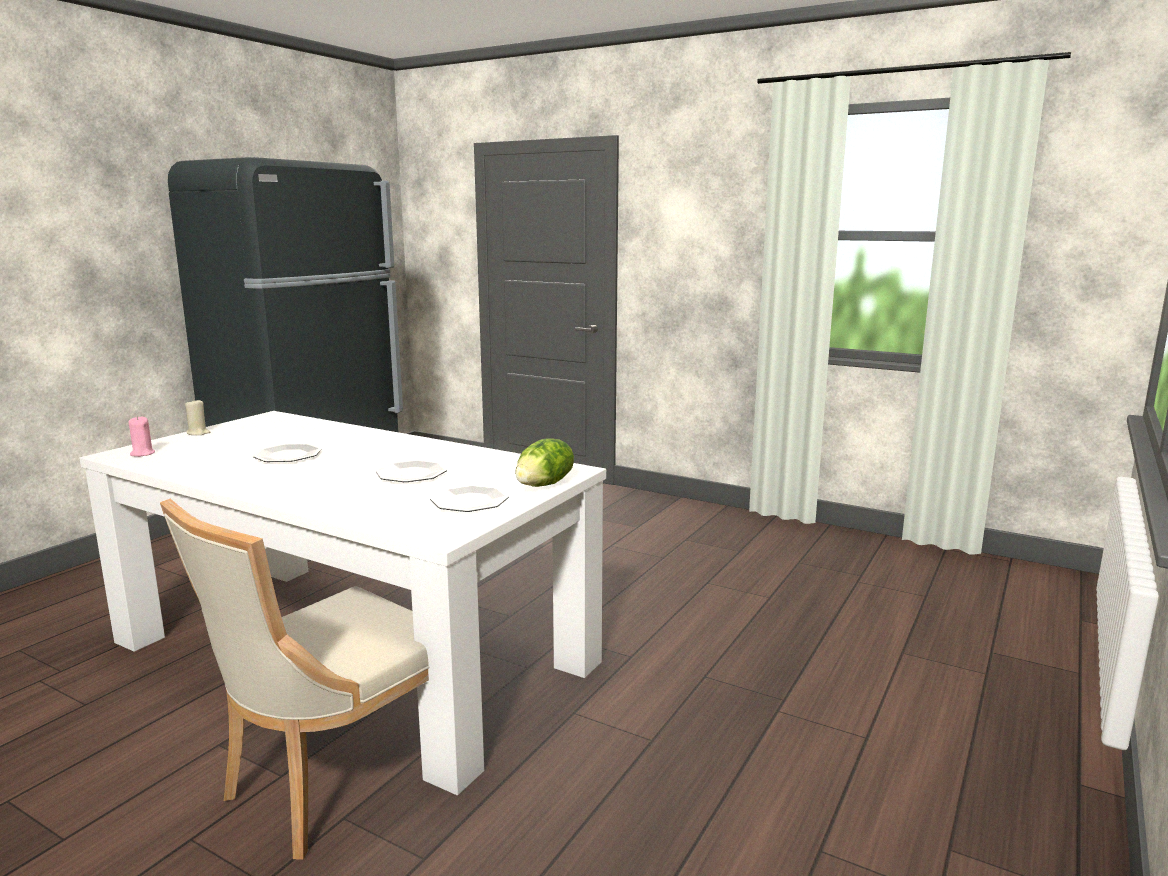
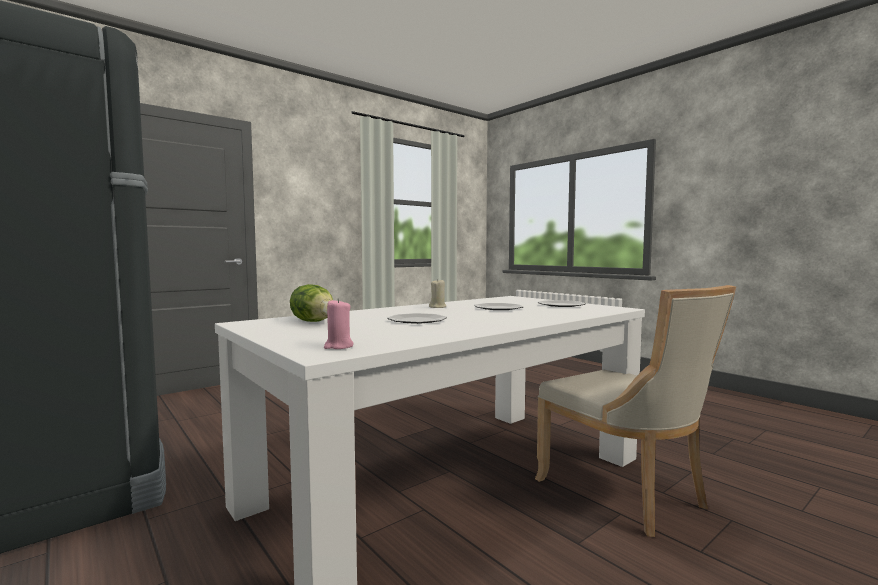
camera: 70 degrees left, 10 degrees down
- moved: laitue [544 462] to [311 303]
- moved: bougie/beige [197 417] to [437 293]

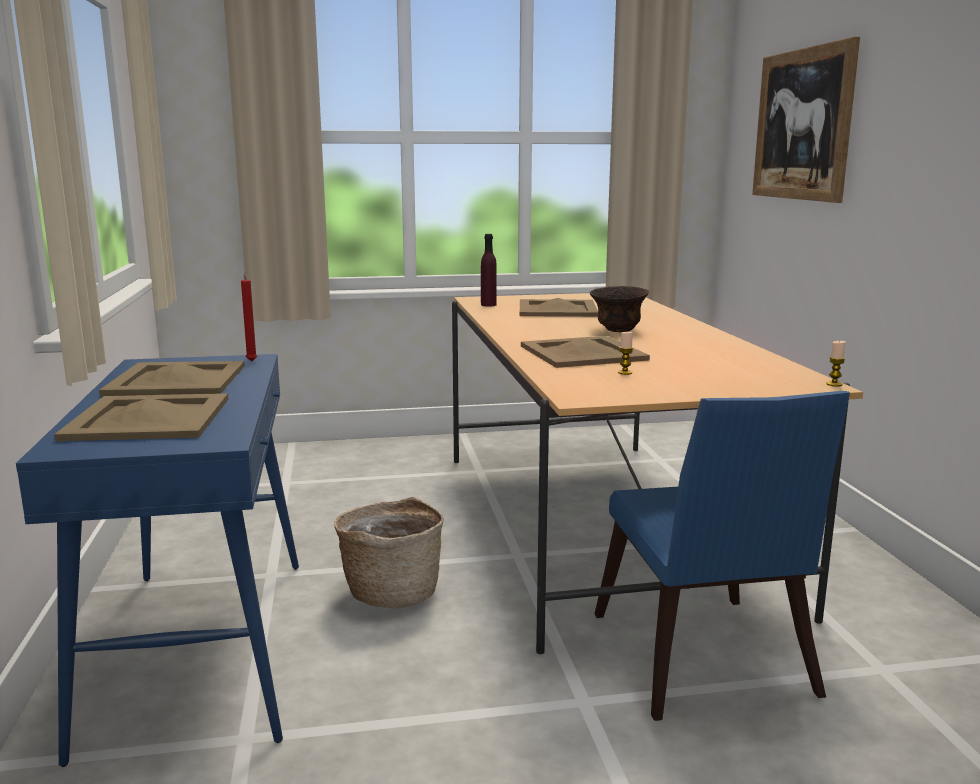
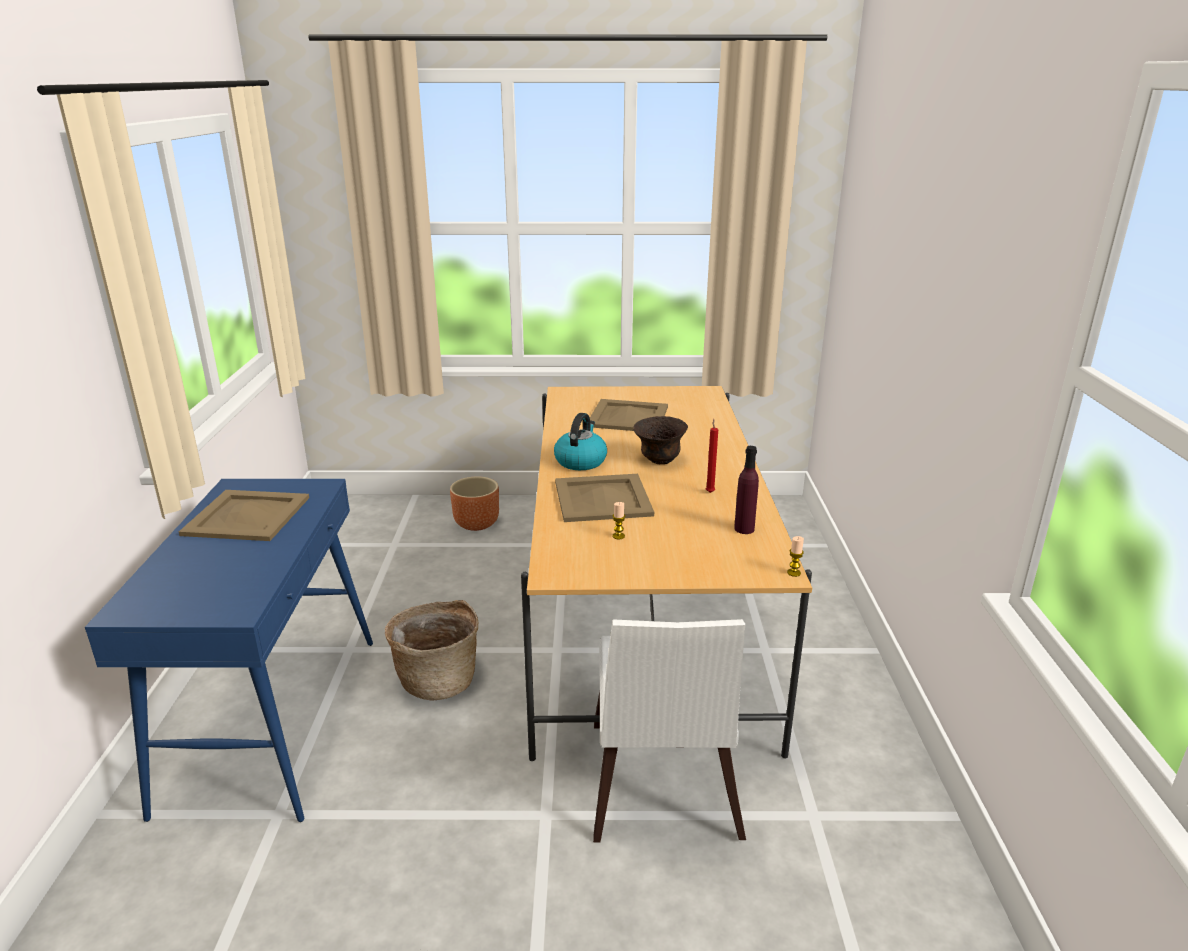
camera: 10 degrees right, 10 degrees up
- added: cache-pot/marron [474 504]
- added: bouilloire [580 441]
- recoloured: chaise/bleu [722 556] to chaise/blanc [669 731]
- moved: bougie/rouge [249 315] to [712 456]
- moved: bouteille/violet [489 270] to [746 490]
- removed: plateau/beige [141 417]
- removed: tableau [806 120]

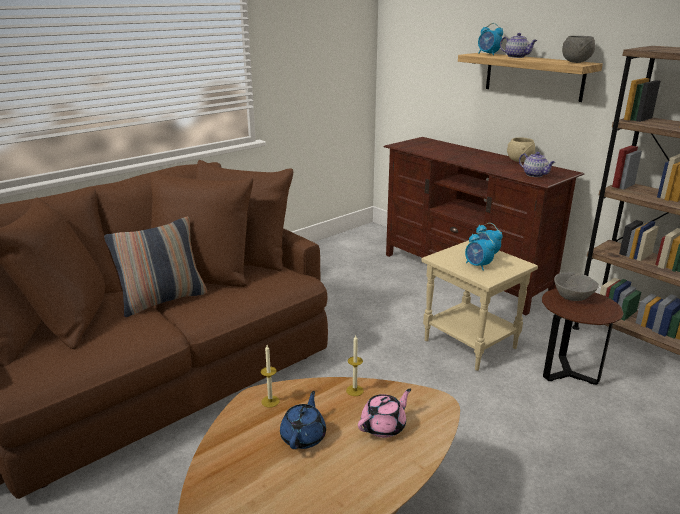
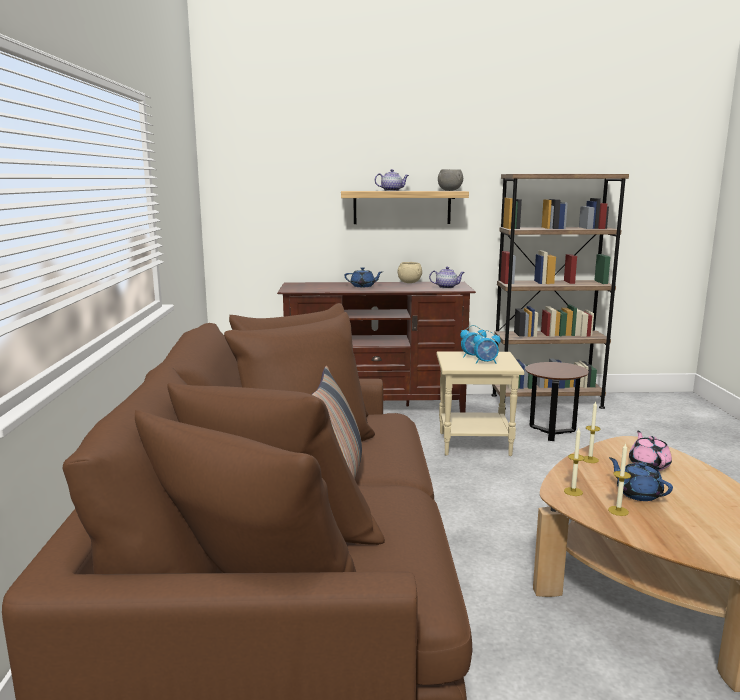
camera: 50 degrees left, 10 degrees down
- added: théière/bleu [363 277]
- added: bougie [619 479]
- removed: réveil [490 39]
- removed: bol/gris [576 286]

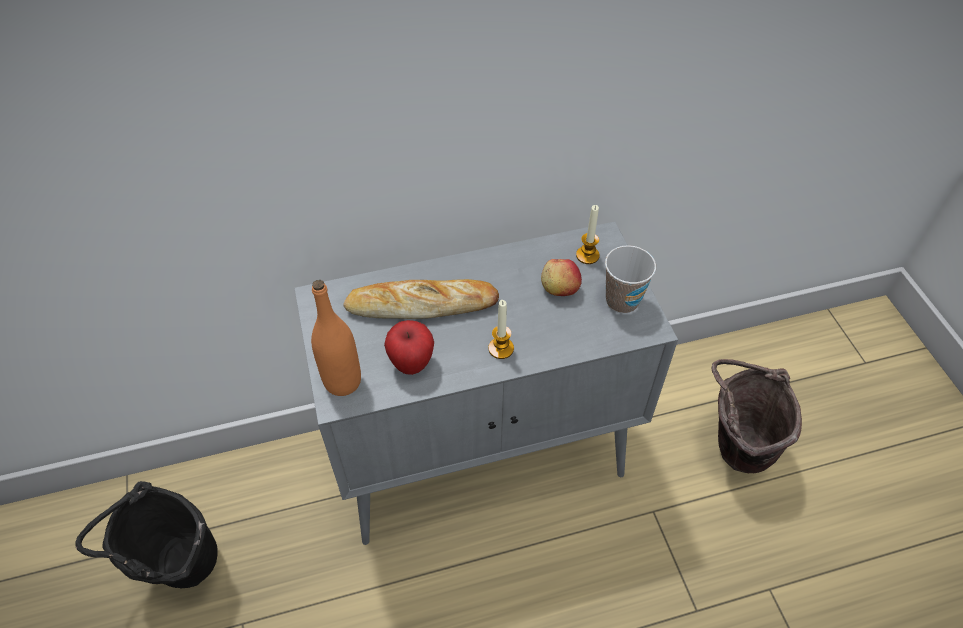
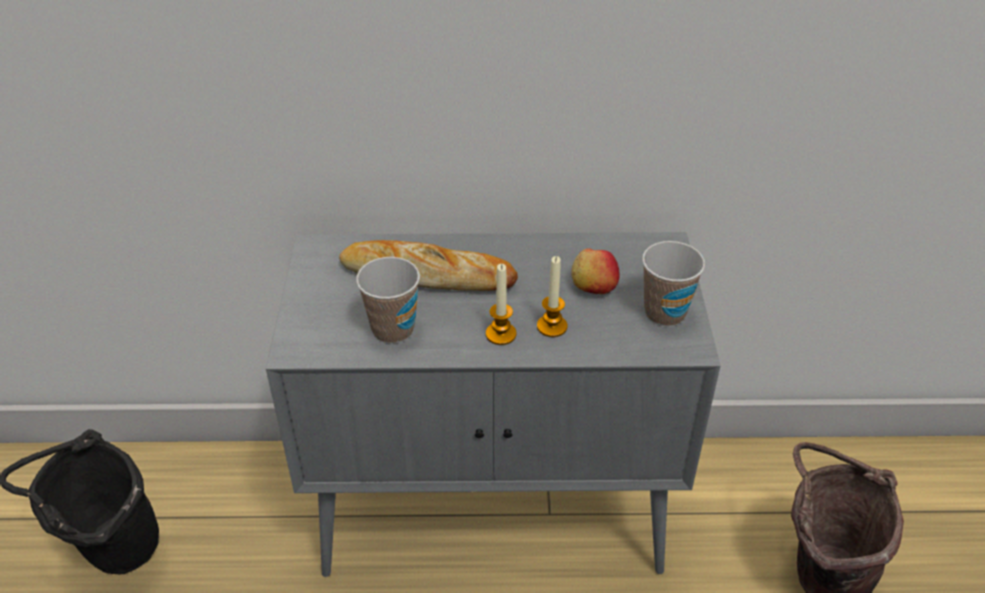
camera: 15 degrees right, 10 degrees down
- replaced: pomme [409 347] to tasse [388 300]
- moved: bougie [588 234] to [552 296]
- removed: bouteille/orange [336 338]

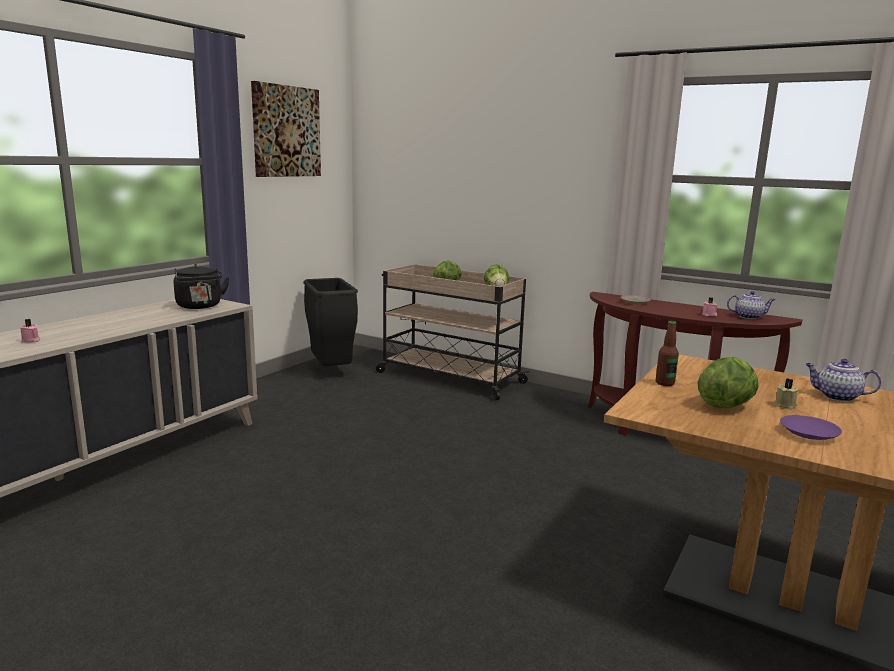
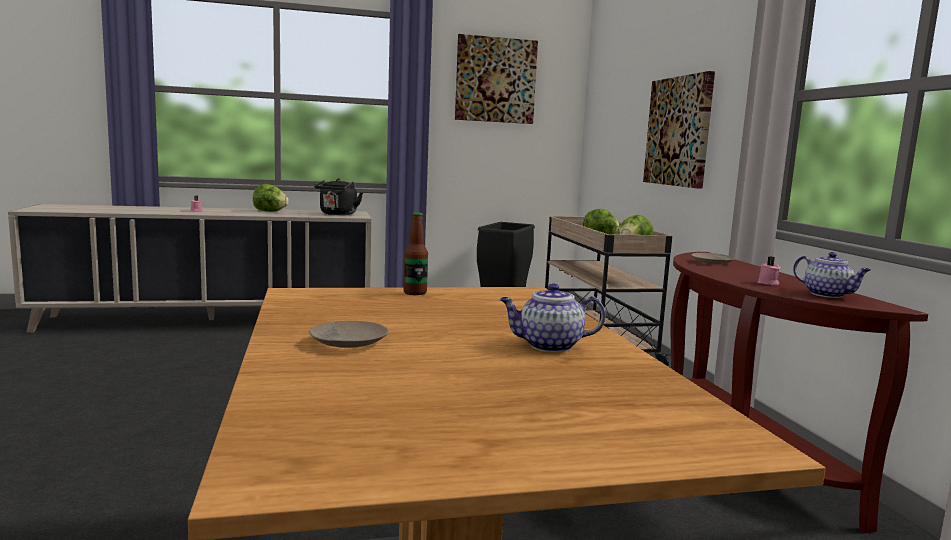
camera: 45 degrees right, 5 degrees down
- moved: laitue [728 383] to [271 198]
- recoloured: assiette/violet [811 427] to assiette/beige [349 334]
- turned: théière [843 380] = [552 317] 75 degrees counterclockwise
- added: tableau [679 130]
- removed: bougie/beige [786 394]

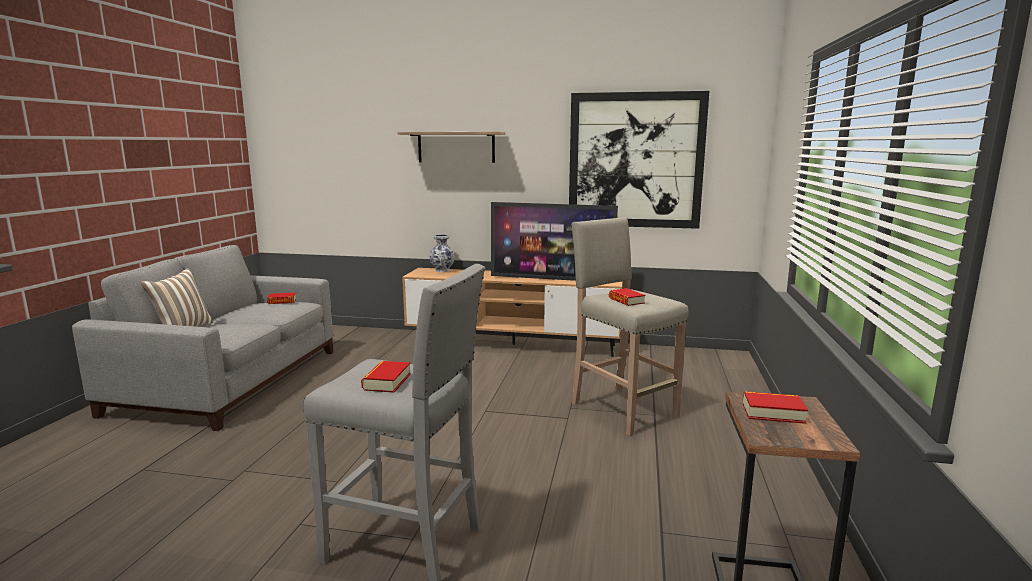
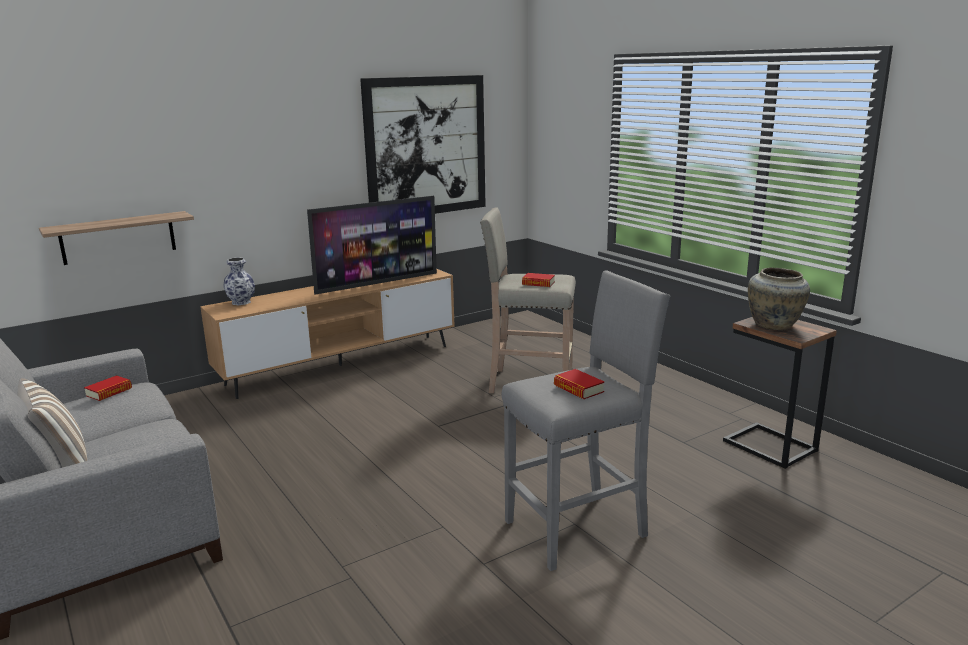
camera: 45 degrees left, 5 degrees up
- moved: étagère [451 147] to [116 238]
- replaced: livre [775 407] to vase/beige [779 299]

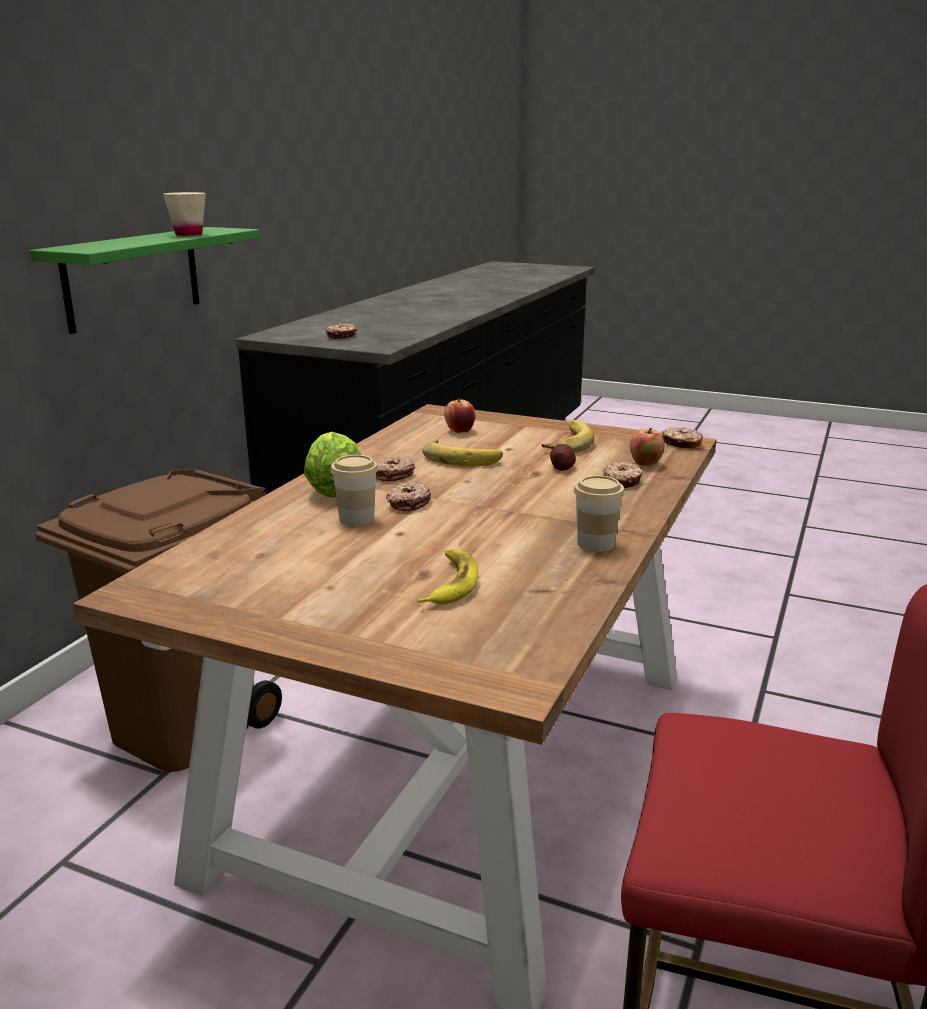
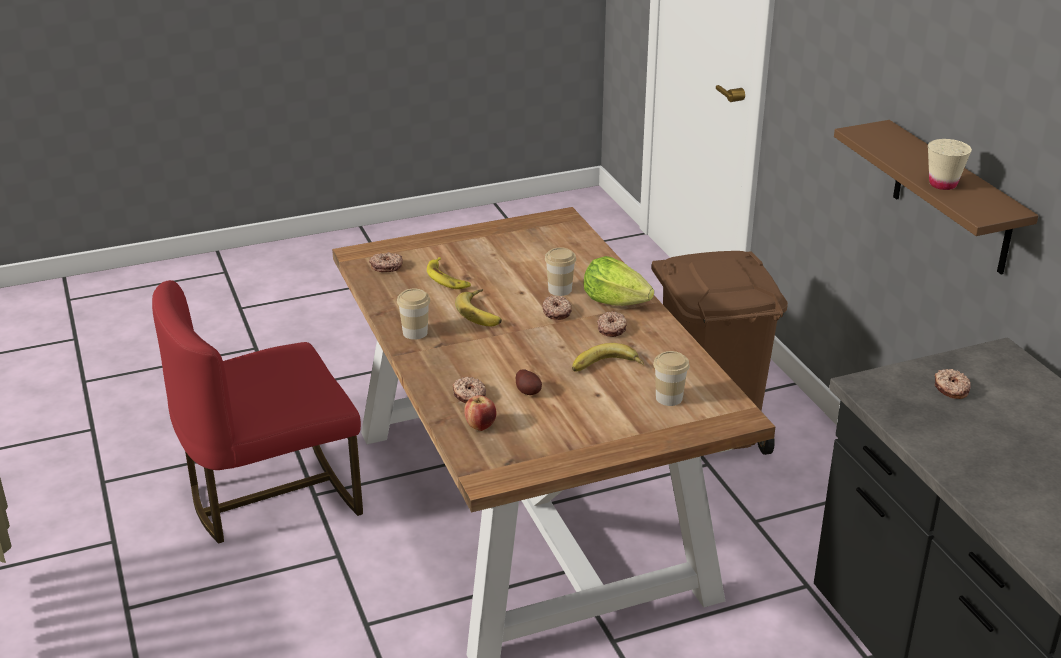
camera: 135 degrees right, 10 degrees up
- moved: beignet [682 438] to [386 262]
- moved: banane [568 436] to [478 308]
- replaced: pomme [460 415] to tasse [671 378]
- recoloured: étagère/vert [145 280] to étagère/marron [936 197]

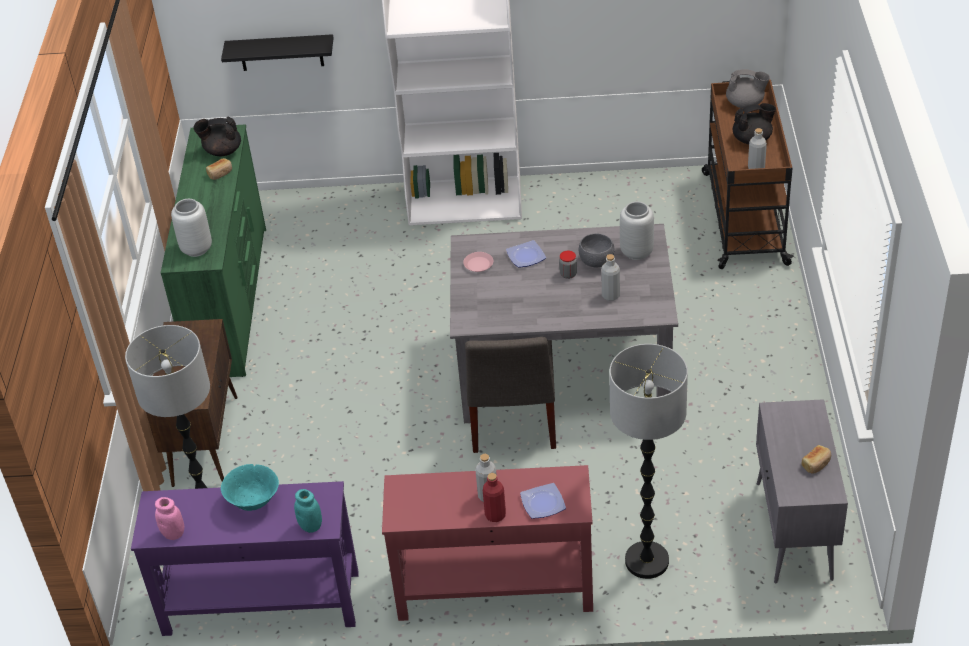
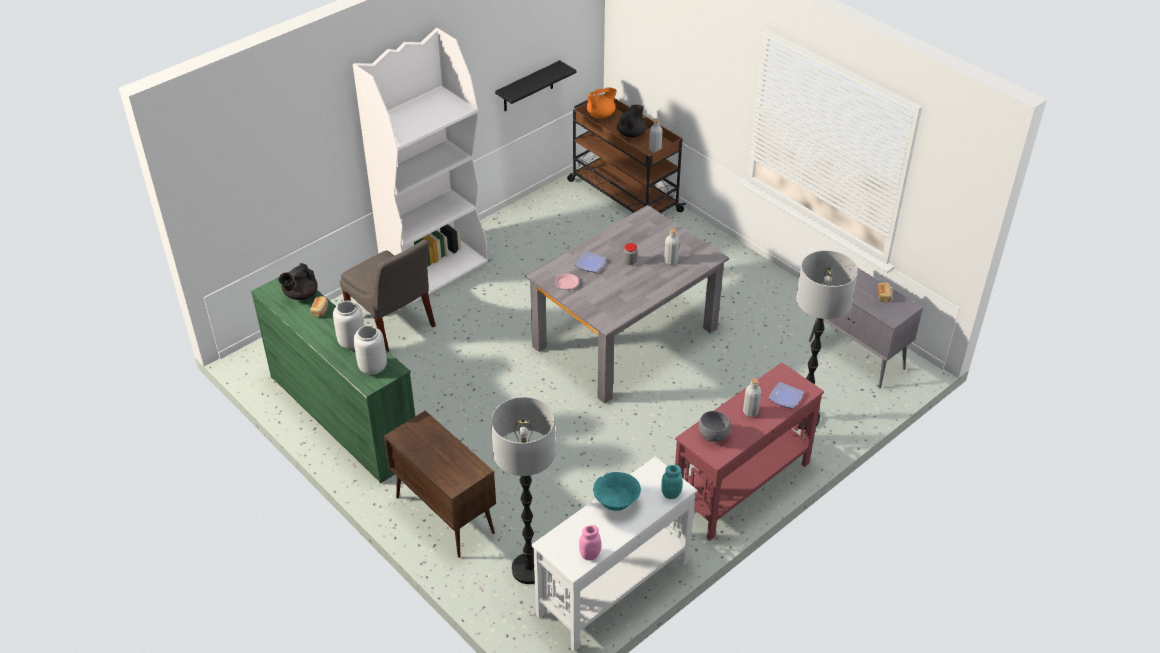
camera: 45 degrees left, 0 degrees up
- moved: vase/gris [637 231] to [349 325]
- moved: chaise/gris [510 395] to [388 295]
- moved: étagère/noir [277 52] to [535 85]
- recoloured: table console/violet [245 558] to table console/blanc [614 554]
- recoloured: théière/gris [748 88] to théière/orange [602 102]
- moved: bol/gris [596 250] to [714 426]
- removed: bouteille/rouge [494 497]

